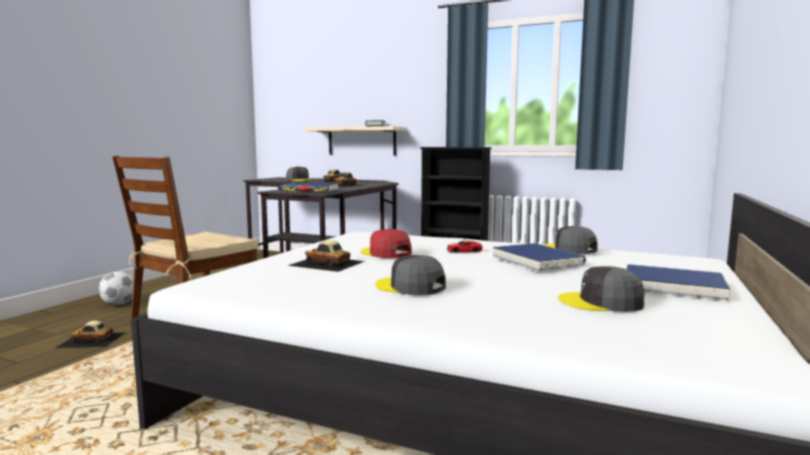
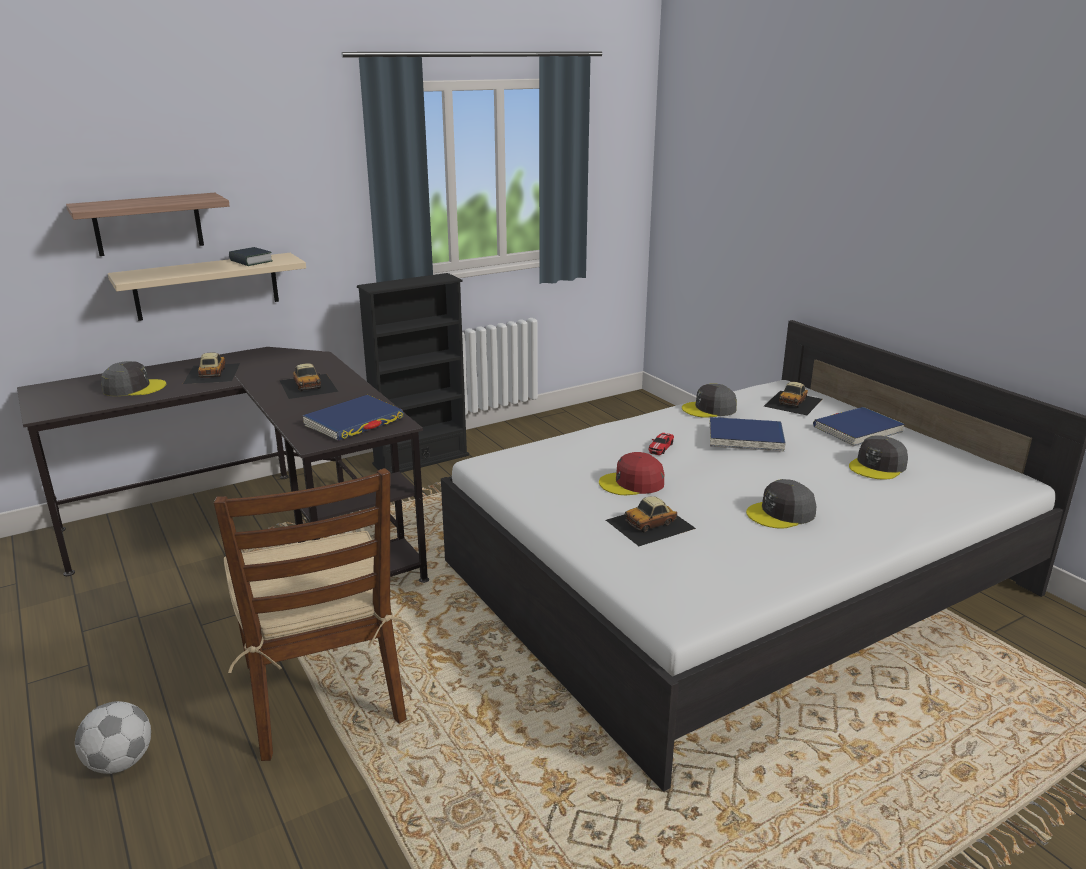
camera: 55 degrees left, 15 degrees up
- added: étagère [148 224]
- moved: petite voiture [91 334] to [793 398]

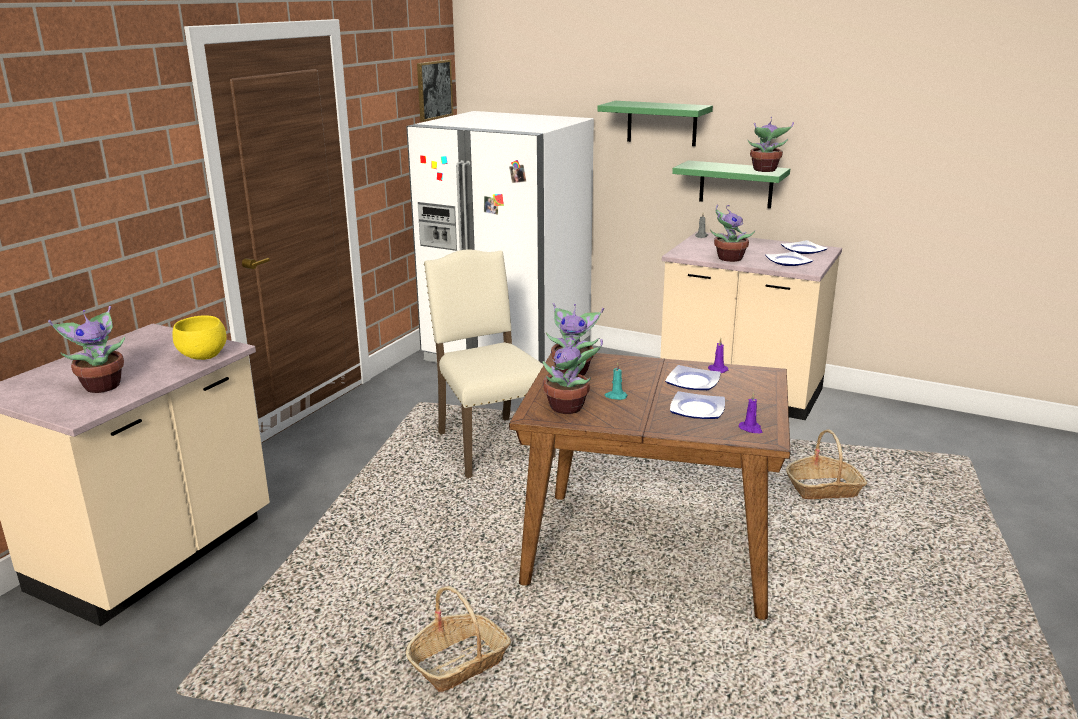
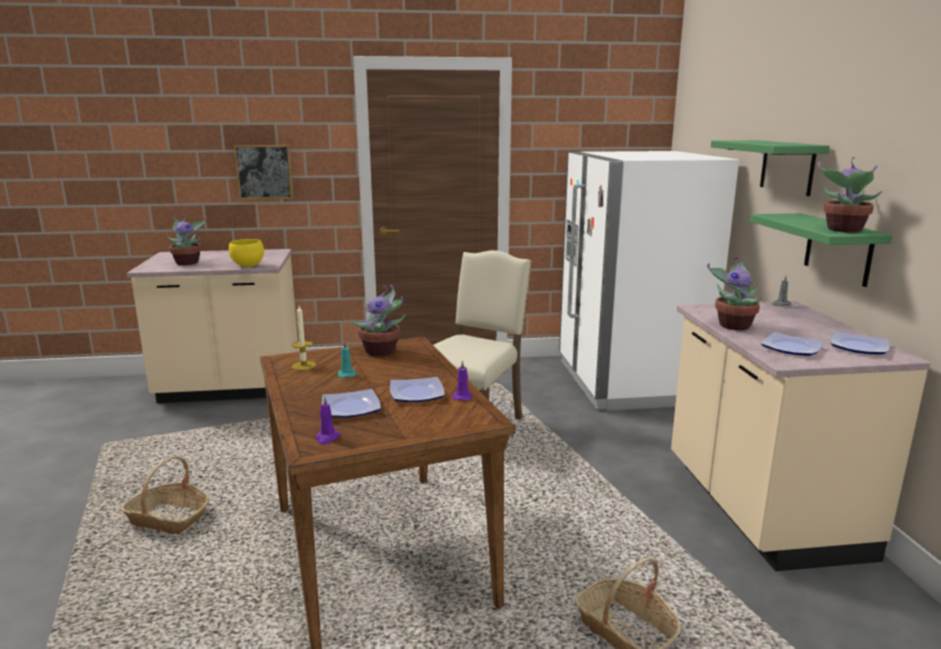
camera: 55 degrees right, 5 degrees down
- moved: tableau [435 90] to [264 172]
- replaced: plante en pot [573 376] to bougie [304 338]

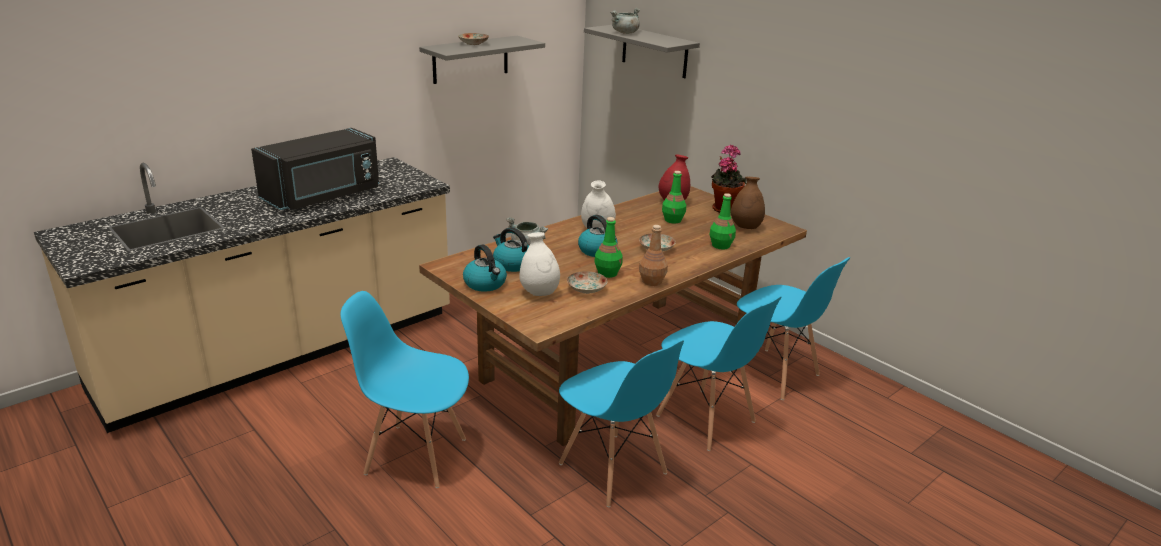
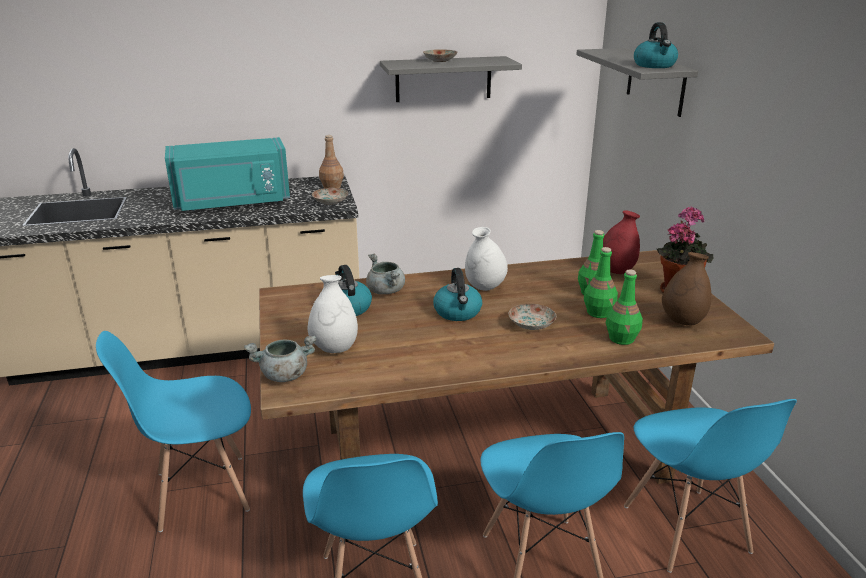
camera: 30 degrees right, 0 degrees up
- turned: chaise/bleu [405 389] = [173 431] 60 degrees counterclockwise
- recoloured: micro-ondes/noir [315 169] to micro-ondes/turquoise [227 174]
- moved: marmite/gris [625 21] to [280 358]
- moved: assiette [587 282] to [330 196]
- moved: bouteille/marron [653 255] to [331 161]
- moved: bouteille/vert [608 247] to [601 282]
- moved: bouilloire [485 268] to [656 45]

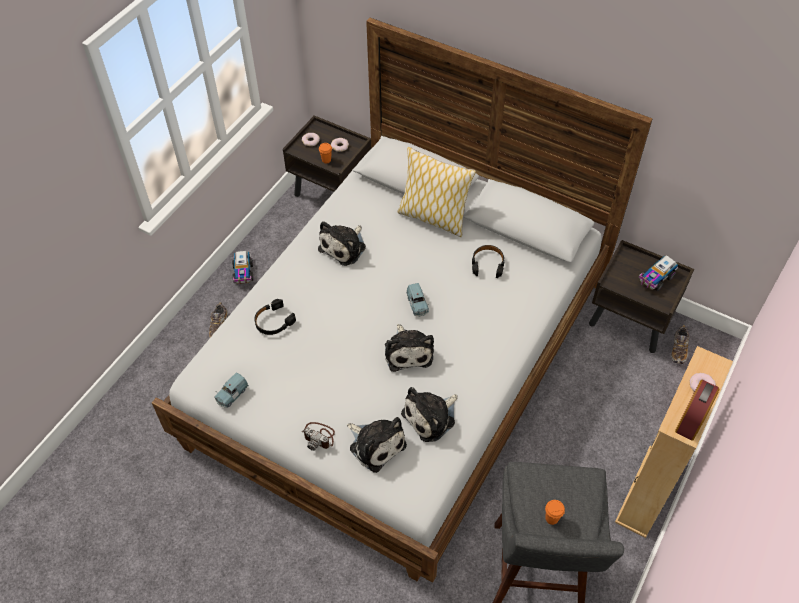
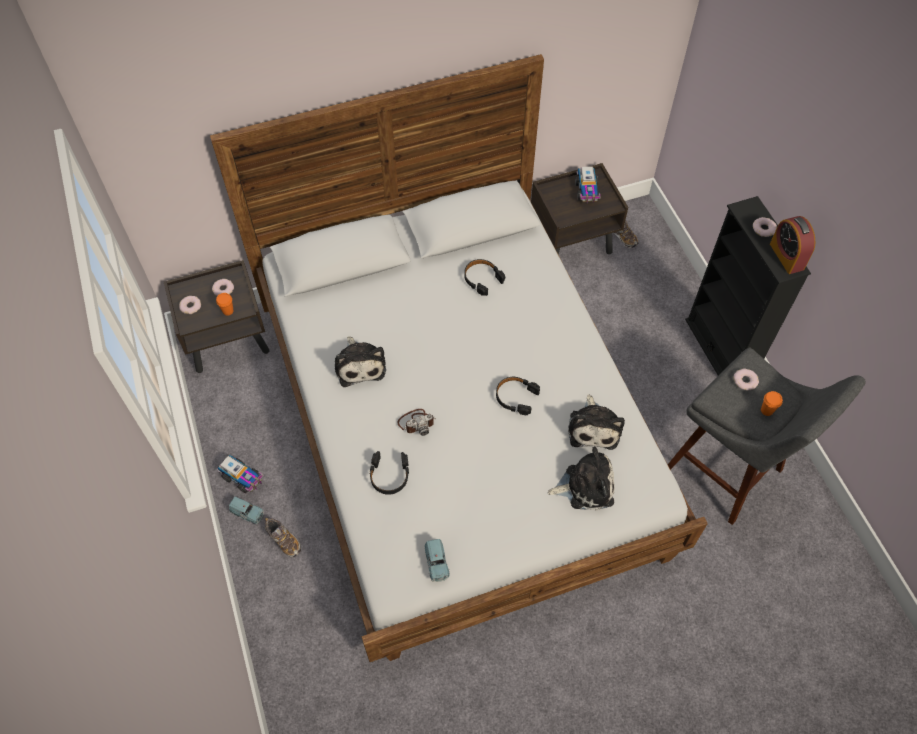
camera: 50 degrees left, 5 degrees up
- moved: petite voiture/bleu [417 300] to [246 510]
- moved: appareil photo [318 436] to [417 422]
- replaced: peluche [409 348] to casque audio/noir [518 396]
- recoloured: bibliothèque/beige [674 442] to bibliothèque/noir [748 286]
- added: beignet [746 379]
- removed: coussin [436 192]

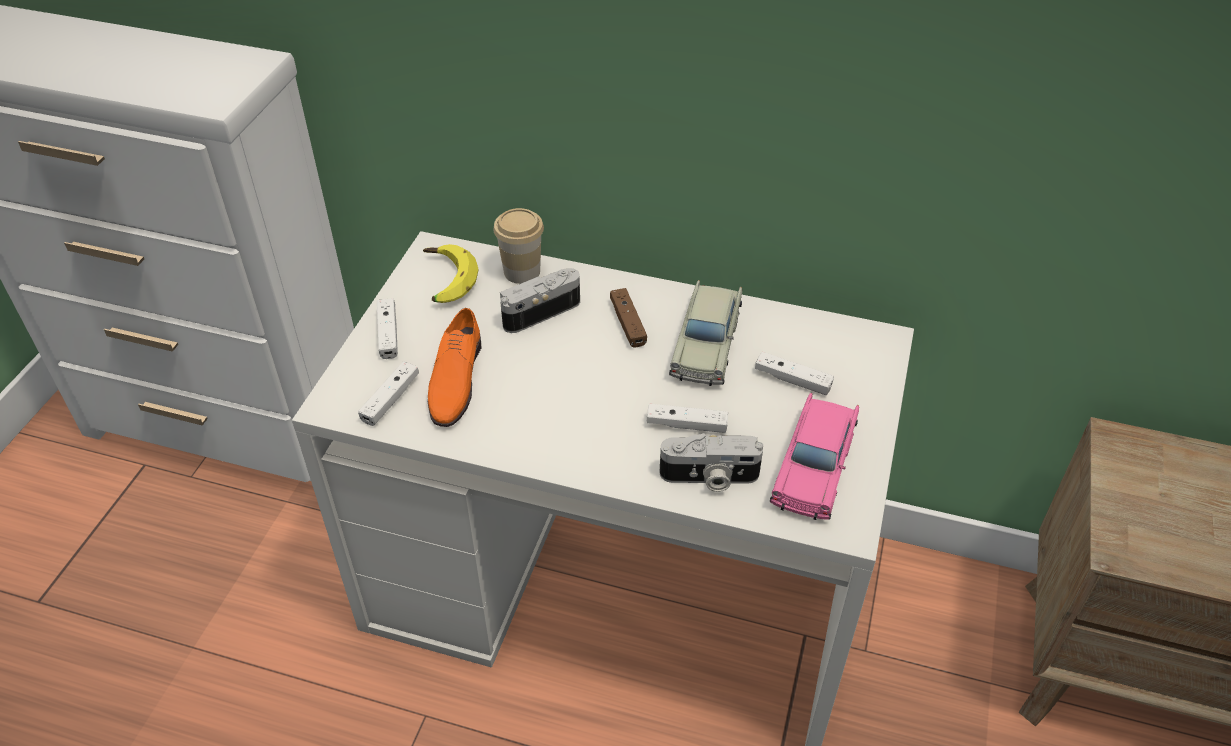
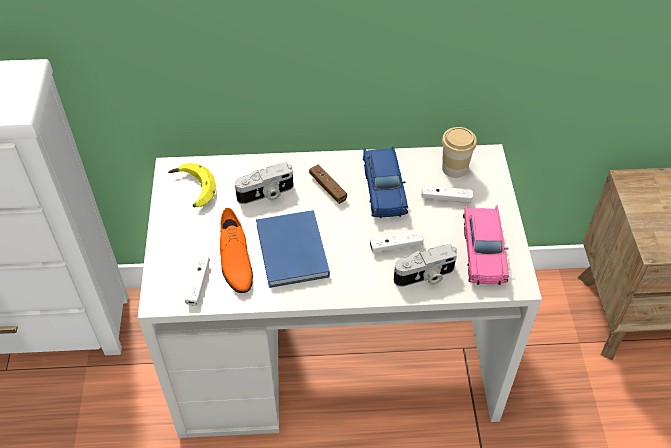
camera: 20 degrees left, 5 degrees up
- turned: appareil photo [540 300] = [264 183] 150 degrees counterclockwise
- added: livre/bleu [293 249]
- recoloured: petite voiture/beige [705 333] to petite voiture/bleu [385 181]
- moved: tasse [519 246] to [459 152]
- removed: manette/blanc [387 328]

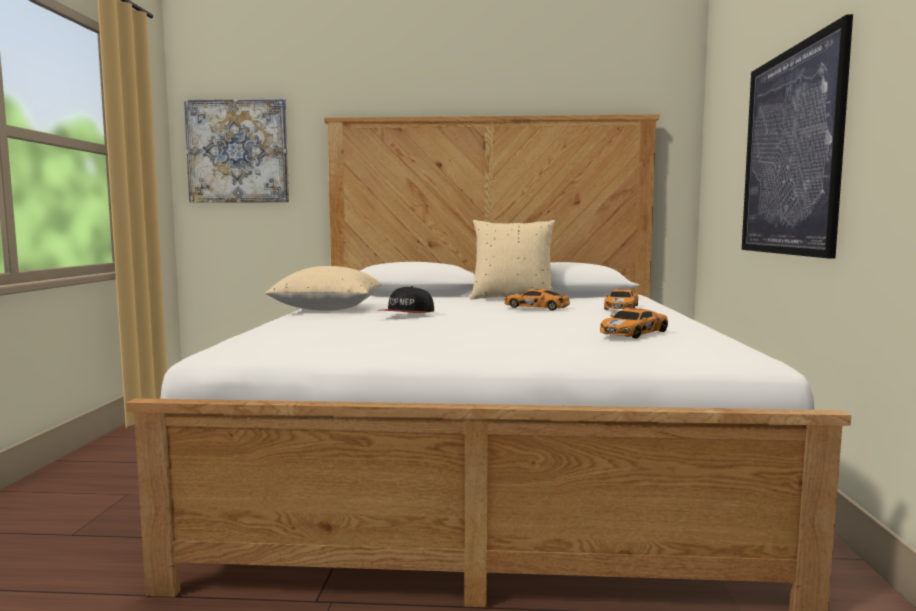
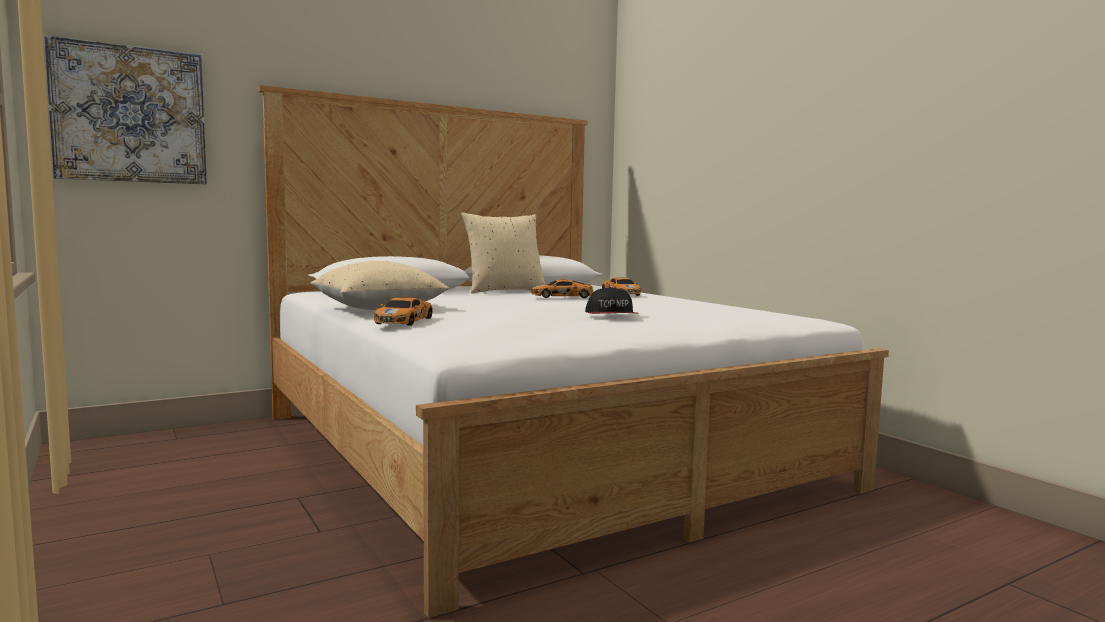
camera: 35 degrees left, 0 degrees up
- moved: petite voiture [634 323] to [403 311]
- moved: casquette [405 299] to [612 300]
- removed: tableau [797 136]

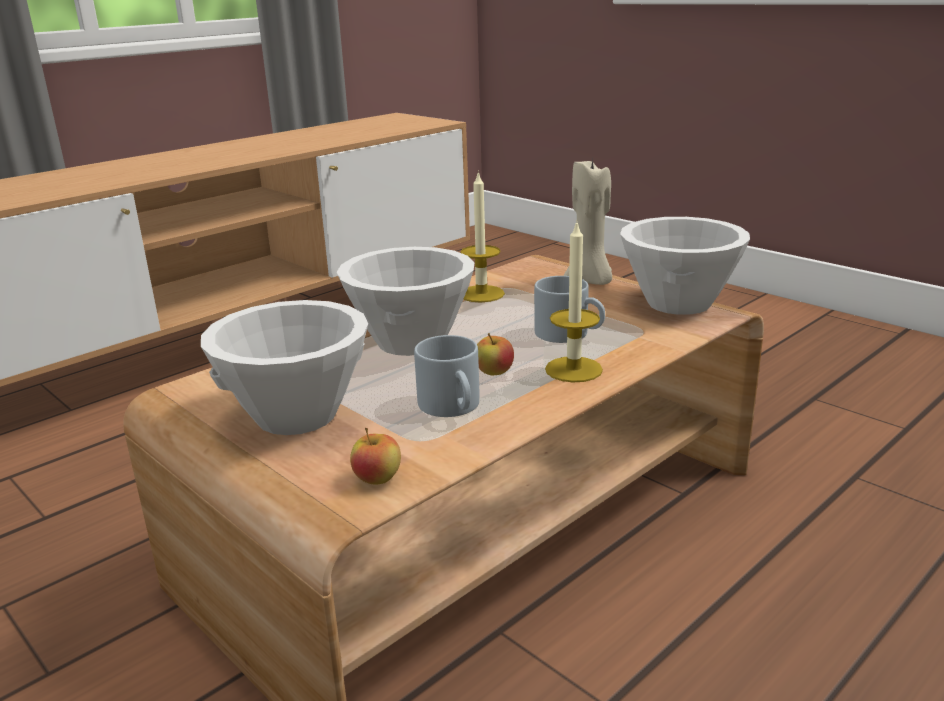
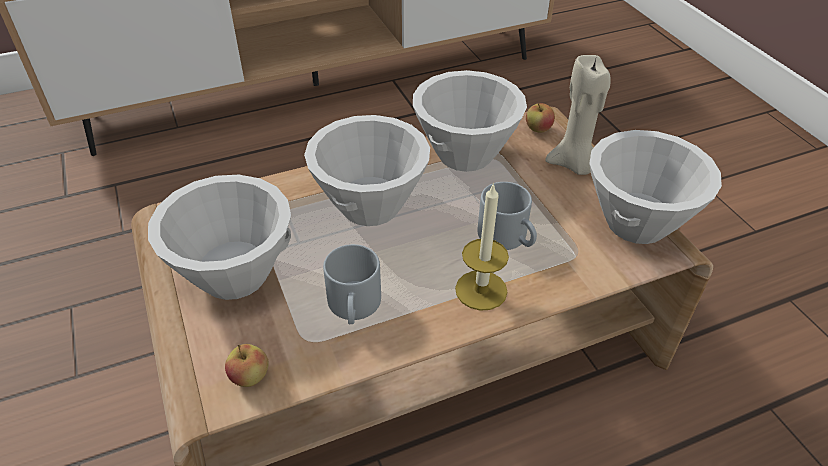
camera: 20 degrees right, 20 degrees up
- replaced: bougie [483 236] to bol/blanc [470 121]
- moved: pomme [495 354] to [540 118]

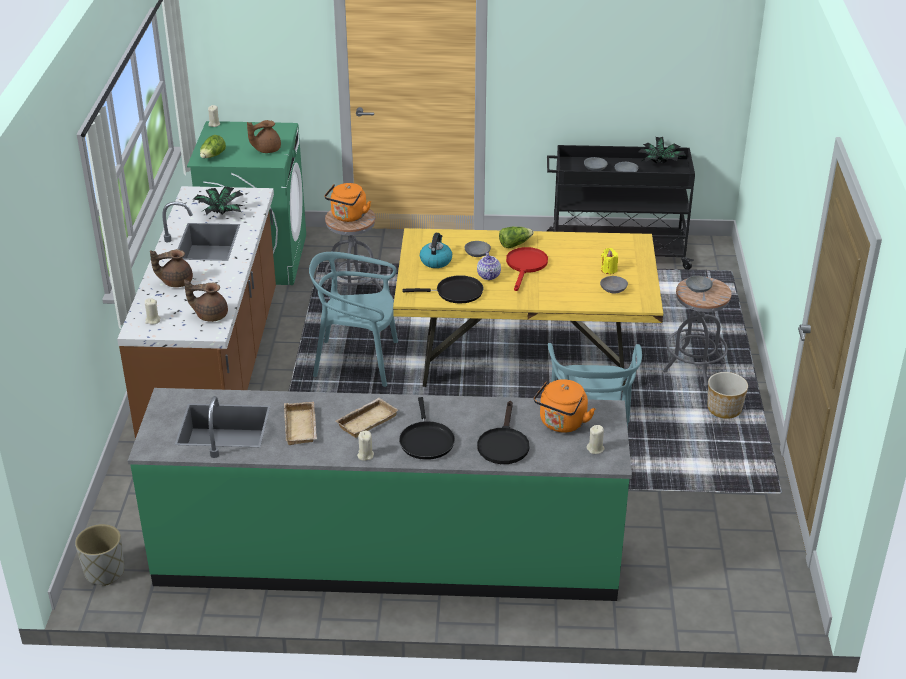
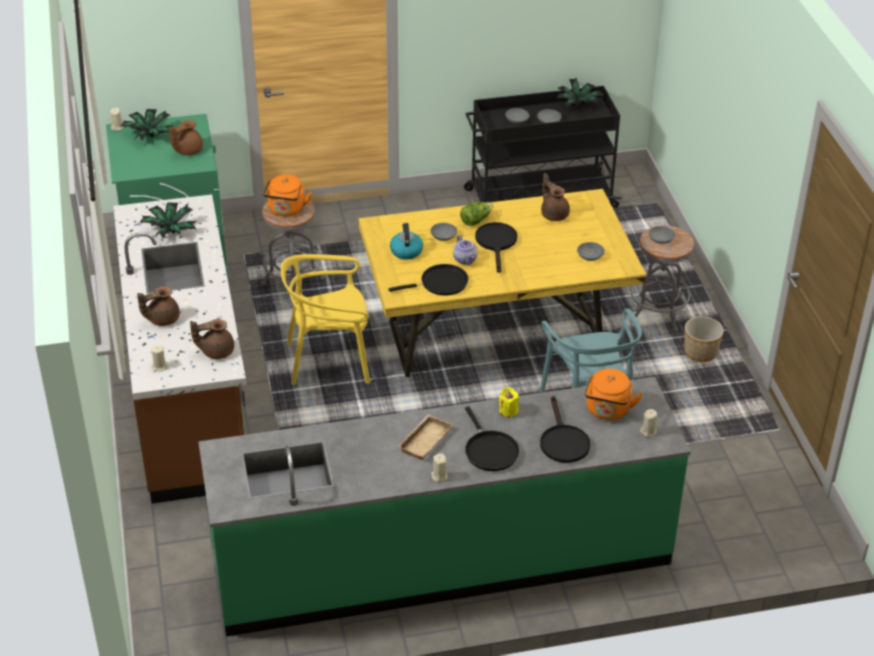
camera: 15 degrees left, 5 degrees up
- added: plante en pot [147 124]
- recoloured: chaise/turquoise [353 319] to chaise/jaune [325 319]
- recoloured: poêle/rouge [527 269] to poêle/noir [496 247]
- moved: bougie/jaune [609 261] to [509 402]
- added: théière/marron [555 197]
- removed: cache-pot/gris [99 555]
- removed: laitue [213 146]
- removed: plateau/beige [300 423]

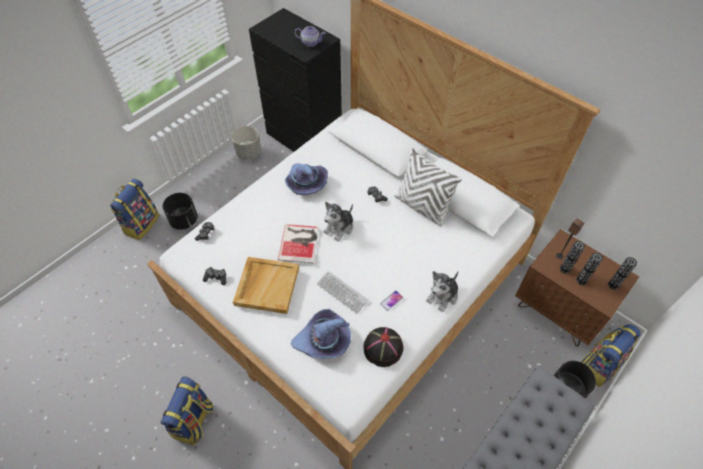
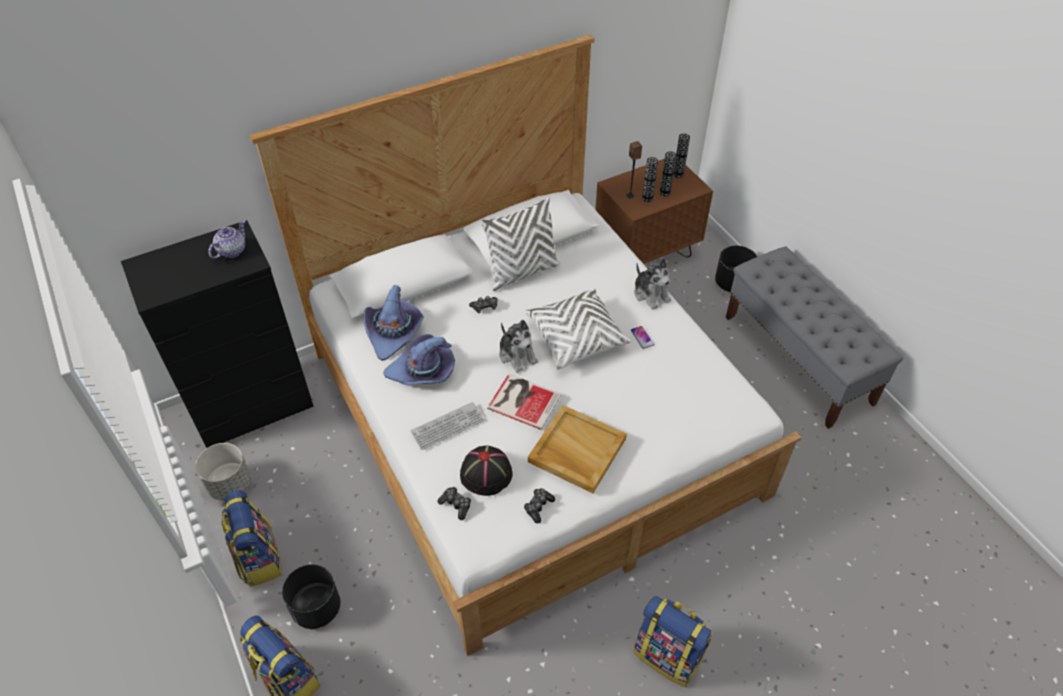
camera: 70 degrees left, 5 degrees down
- moved: sac à dos [611 355] to [252 538]
- moved: chapeau/violet [321 333] to [393 323]
- moved: clavier [343 292] to [447 426]
- moved: chapeau/noir [383 347] to [486 470]
- added: coussin/blanc [577 329]

